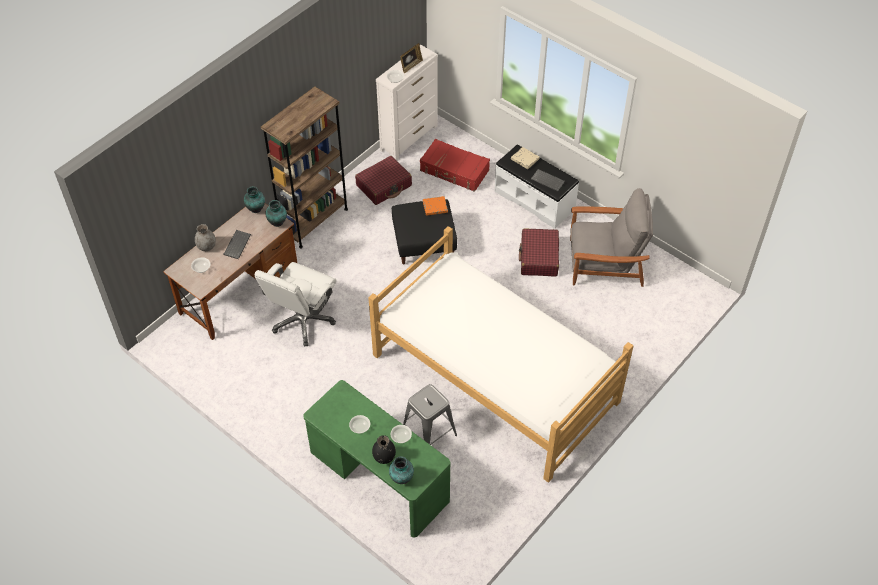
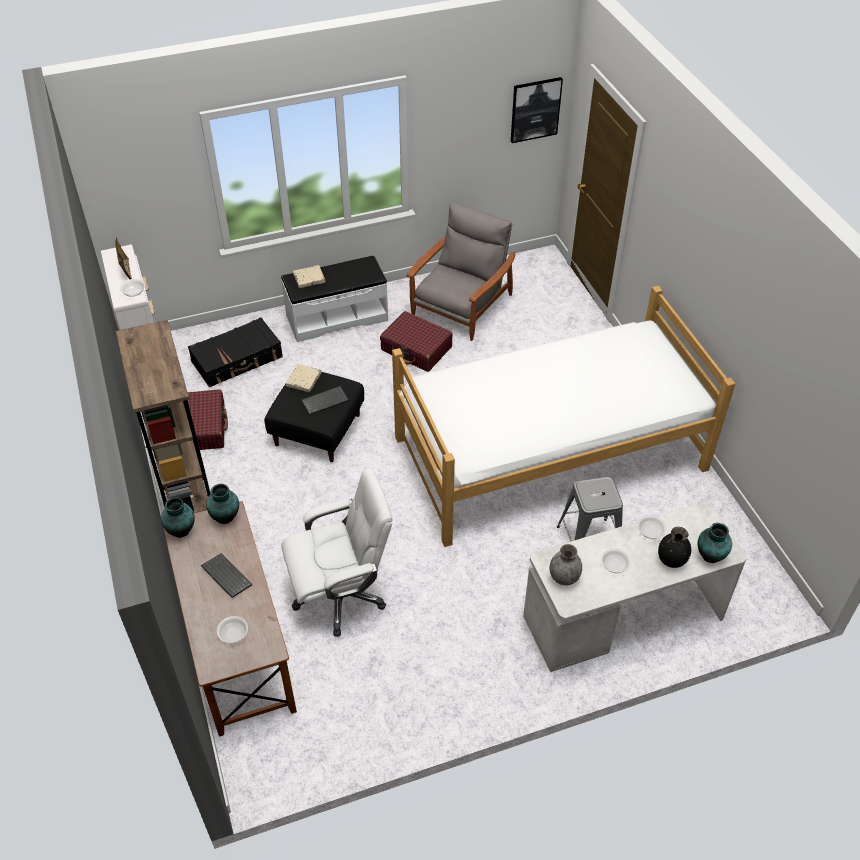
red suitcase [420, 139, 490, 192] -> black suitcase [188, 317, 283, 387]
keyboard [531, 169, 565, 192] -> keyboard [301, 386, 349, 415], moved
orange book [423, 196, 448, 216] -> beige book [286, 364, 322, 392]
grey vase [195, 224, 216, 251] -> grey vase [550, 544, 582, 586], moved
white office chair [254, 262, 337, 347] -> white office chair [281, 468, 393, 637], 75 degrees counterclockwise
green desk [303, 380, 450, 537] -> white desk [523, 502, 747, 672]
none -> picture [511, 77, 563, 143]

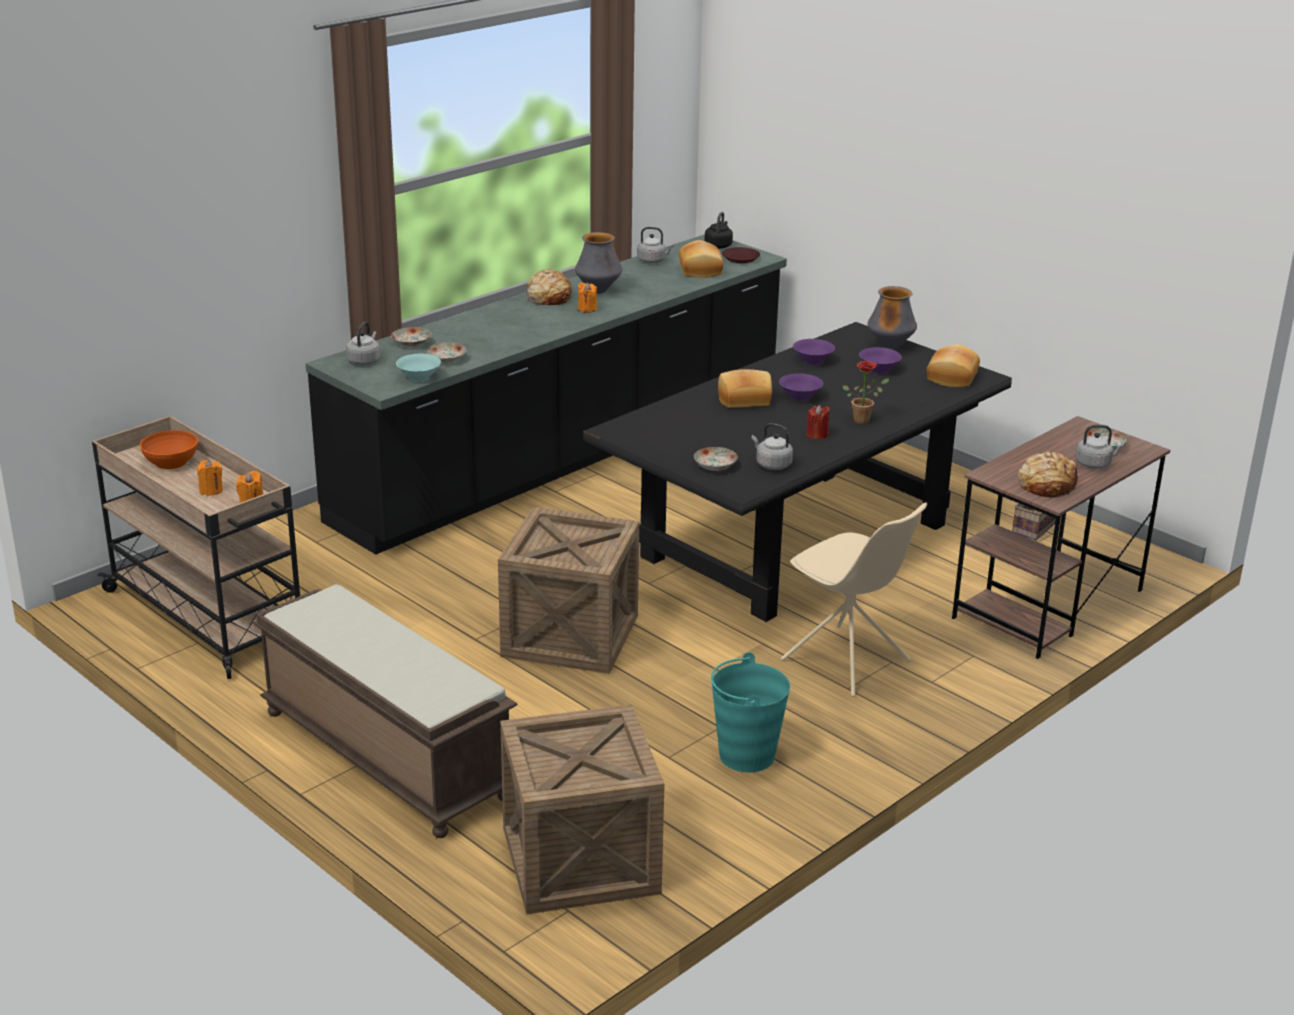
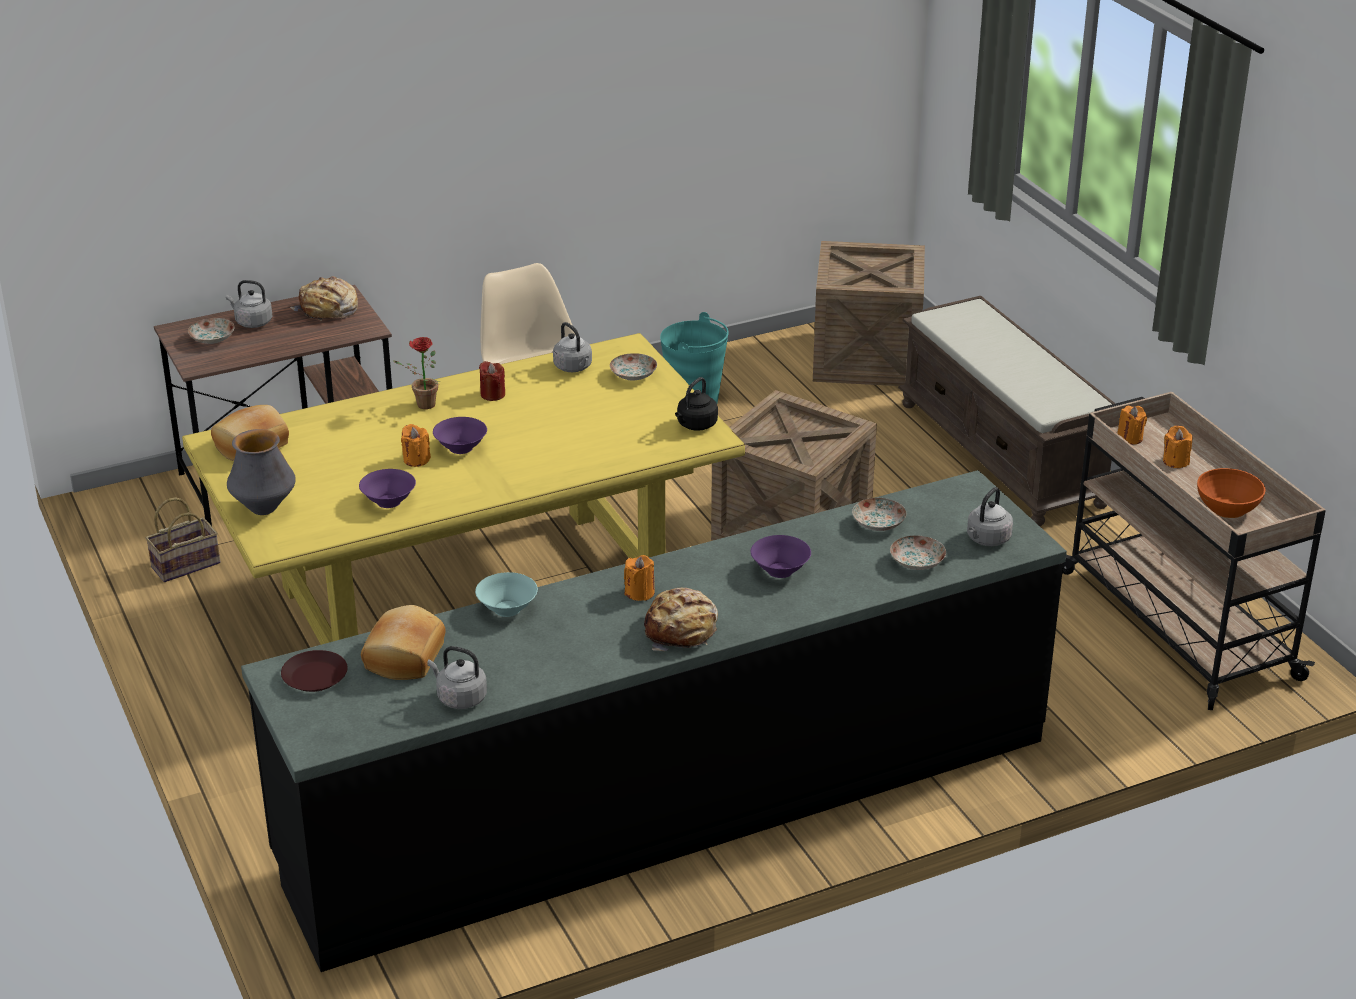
black kettle [705, 212, 733, 249] -> black kettle [675, 377, 718, 431], moved
vase [575, 232, 622, 294] -> none
black dining table [583, 322, 1012, 622] -> yellow dining table [182, 333, 745, 645]
purple bowl [859, 347, 902, 374] -> purple bowl [751, 535, 811, 578], moved
turquoise bowl [396, 354, 441, 382] -> turquoise bowl [475, 572, 538, 617], moved
bread [718, 369, 772, 408] -> none
none -> orange candle [401, 424, 431, 467]

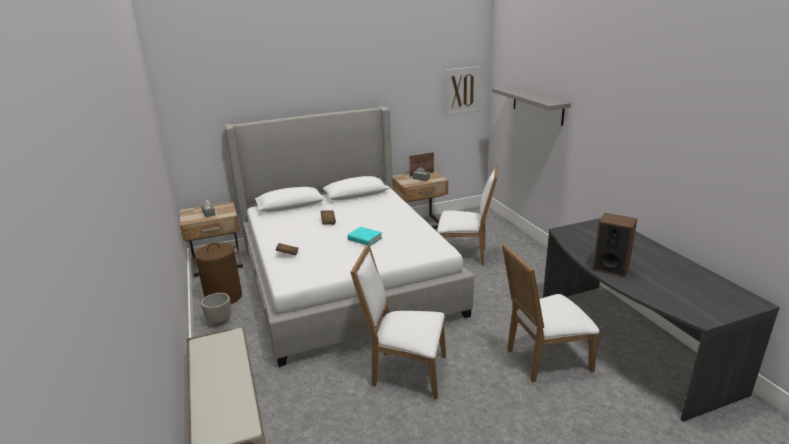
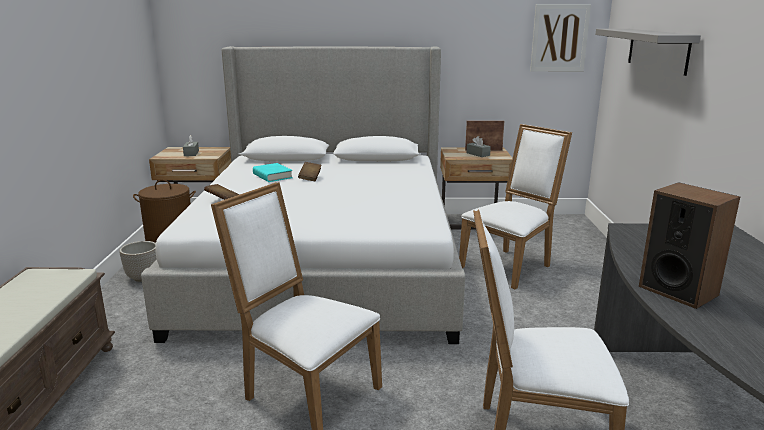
white chair [437, 165, 498, 265] -> white chair [459, 124, 572, 289], 75 degrees counterclockwise
turquoise book [347, 227, 382, 246] -> turquoise book [253, 163, 293, 182], moved

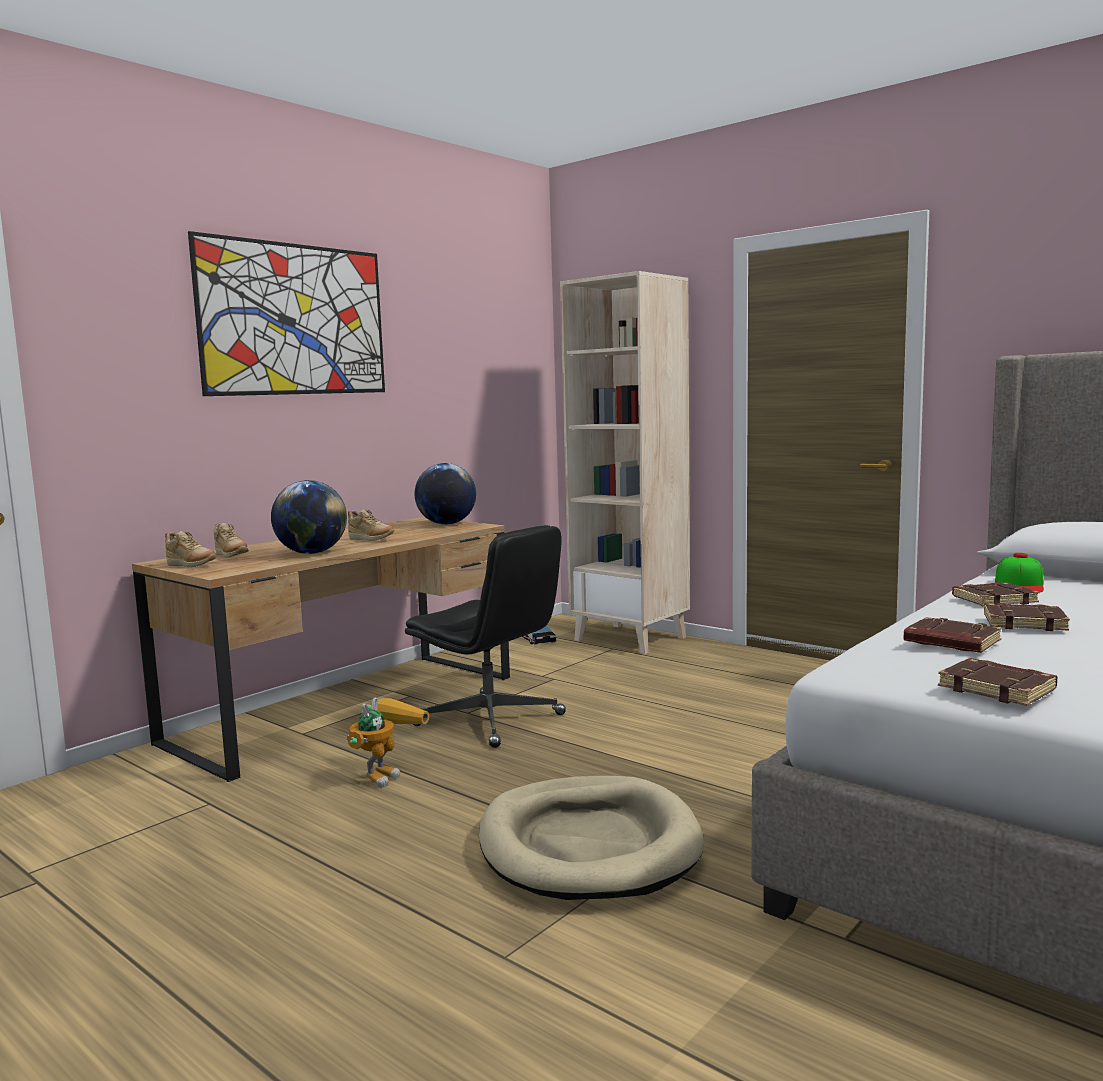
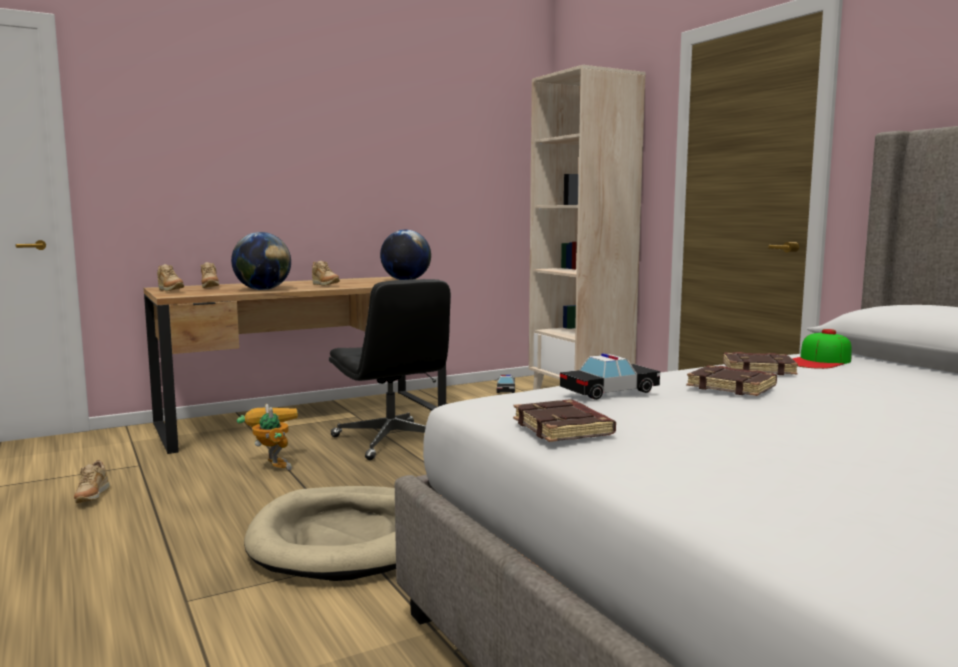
picture [188, 231, 385, 396] -> none
brown book [904, 617, 1002, 653] -> toy car [560, 353, 660, 400]
toy robot [347, 697, 429, 788] -> toy robot [237, 404, 298, 470], 75 degrees counterclockwise
none -> beige shoe [74, 460, 110, 503]

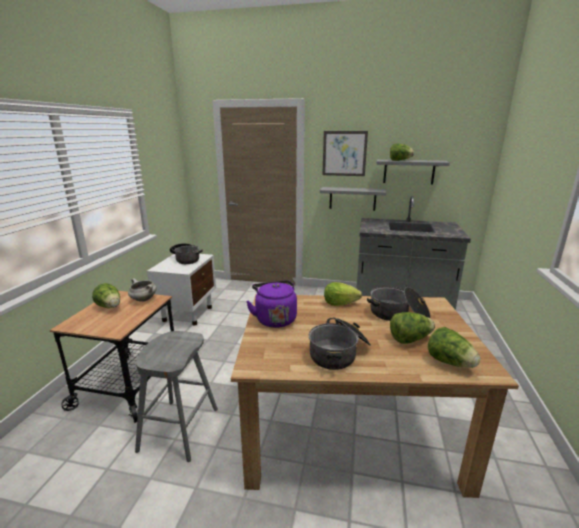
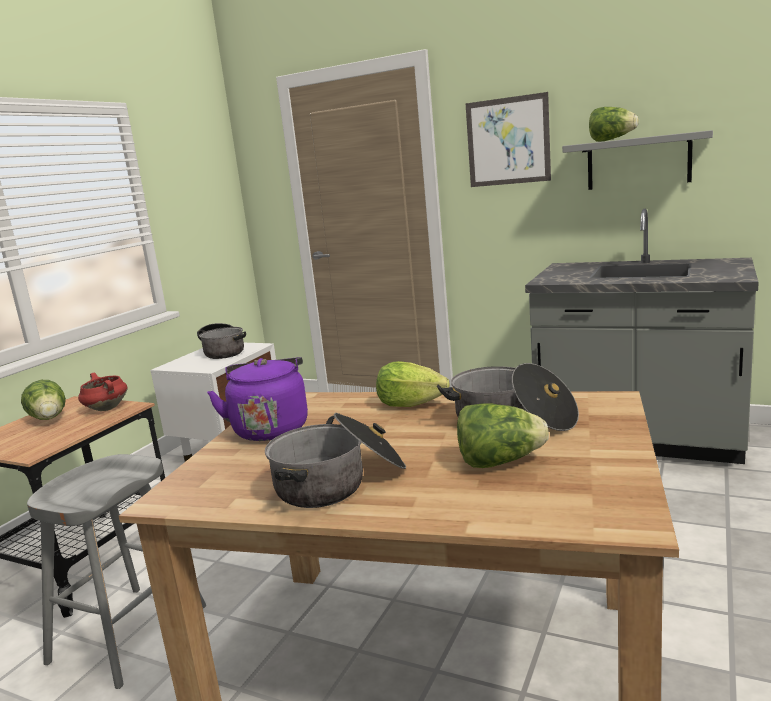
grey shelf [320, 187, 386, 211] -> none
white cooking pot [128, 278, 157, 302] -> red cooking pot [78, 372, 128, 411]
lettuce [428, 327, 480, 368] -> none

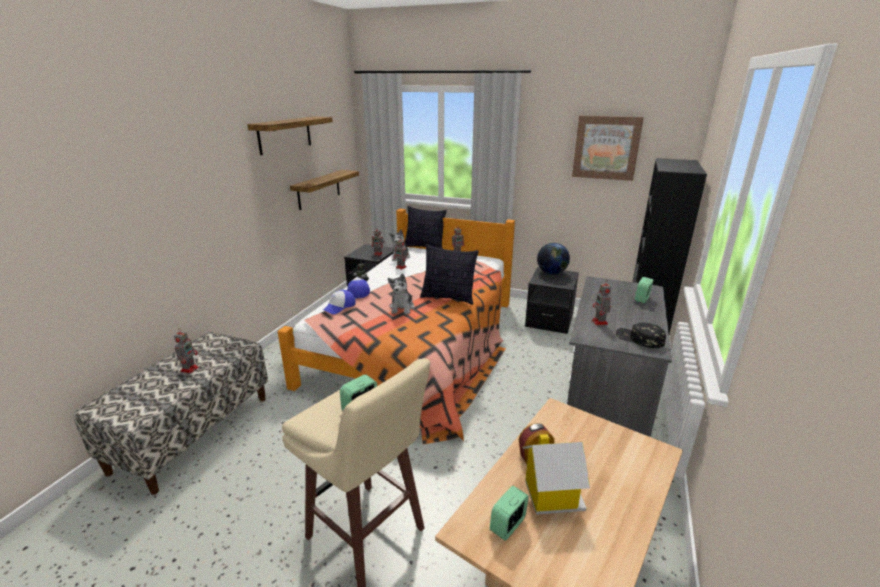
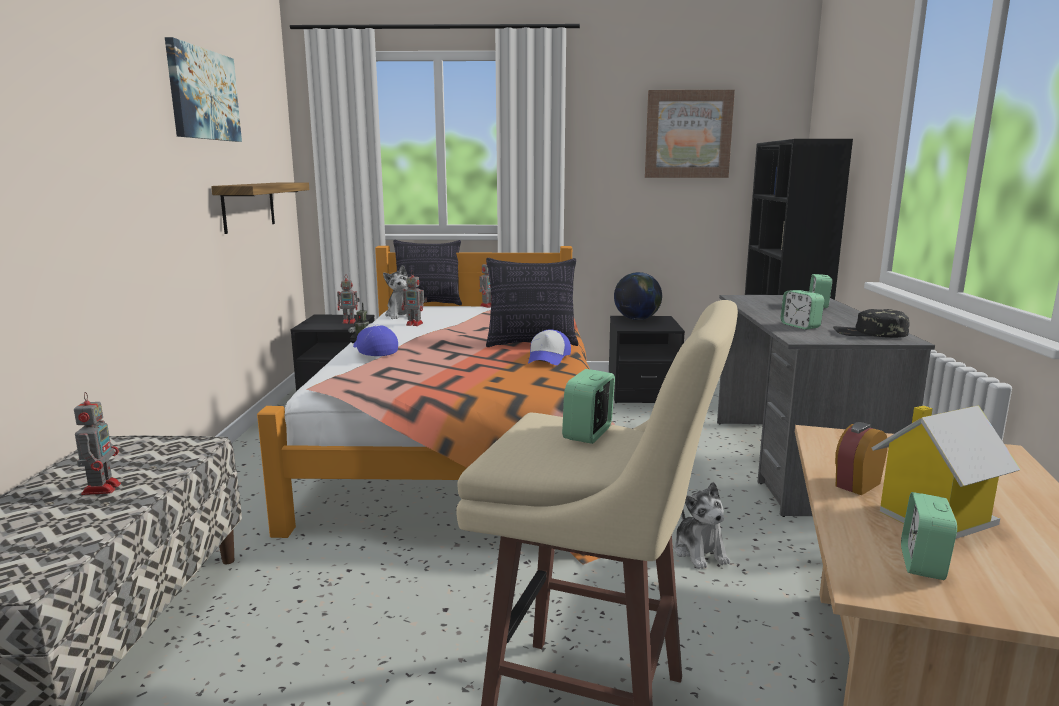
shelf [247, 116, 333, 155] -> picture [165, 37, 242, 142]
plush toy [388, 273, 415, 314] -> plush toy [674, 482, 730, 569], moved
toy robot [592, 283, 611, 325] -> alarm clock [781, 290, 824, 330]
cap [323, 290, 356, 314] -> cap [528, 329, 571, 365], moved

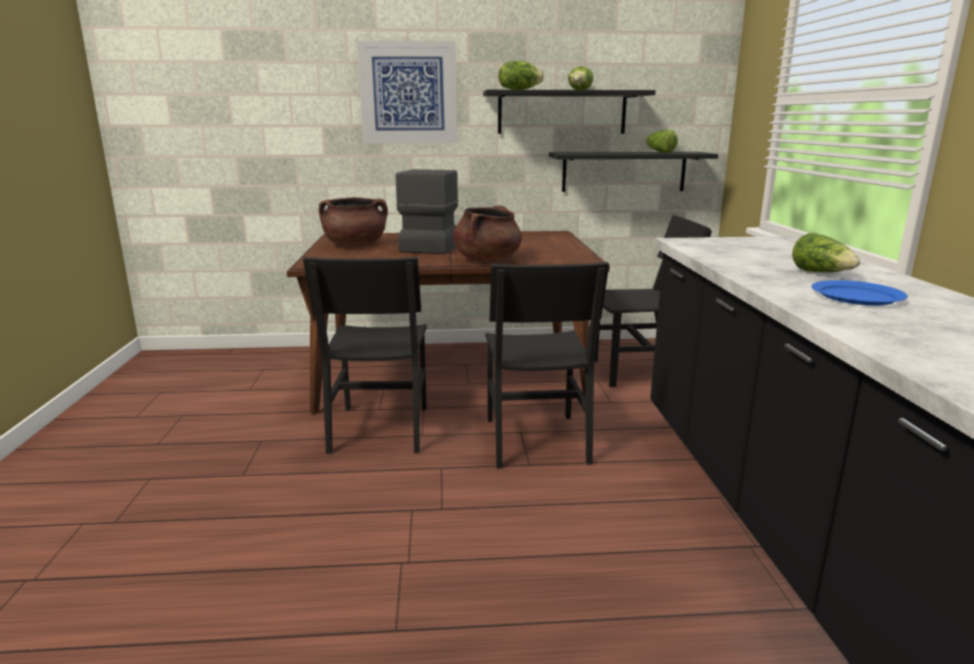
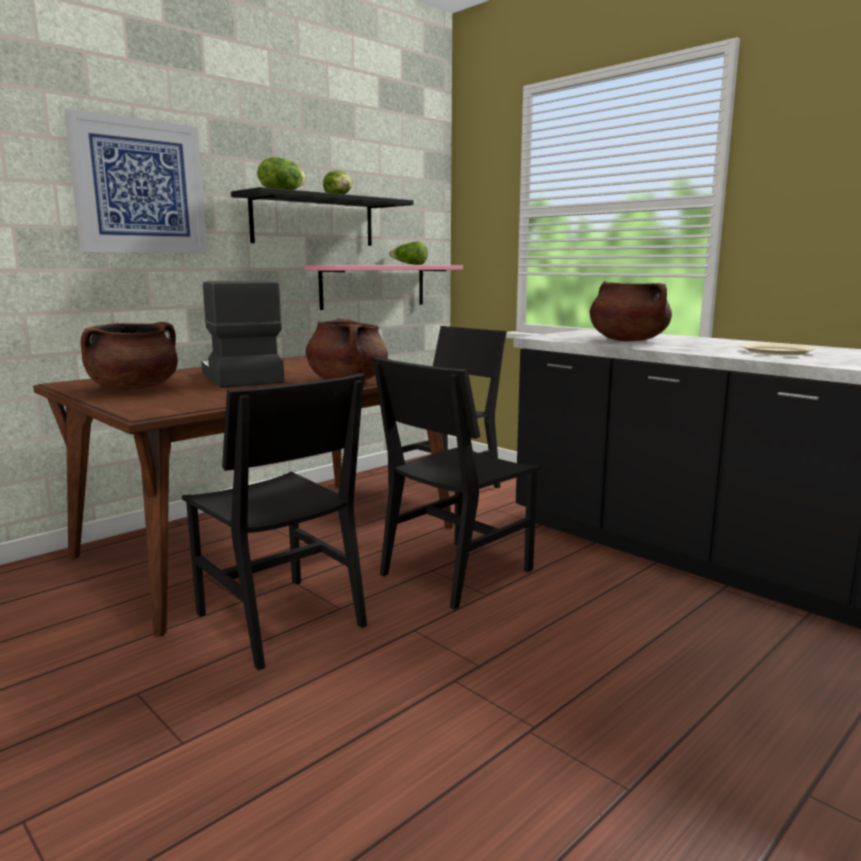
black shelf [549, 152, 718, 192] -> pink shelf [304, 265, 463, 310]
lettuce [792, 233, 860, 272] -> none
black chair [485, 262, 609, 469] -> black chair [374, 357, 542, 610], 90 degrees clockwise
blue plate [812, 280, 908, 305] -> beige plate [740, 343, 815, 355]
none -> brown cooking pot [590, 281, 672, 341]

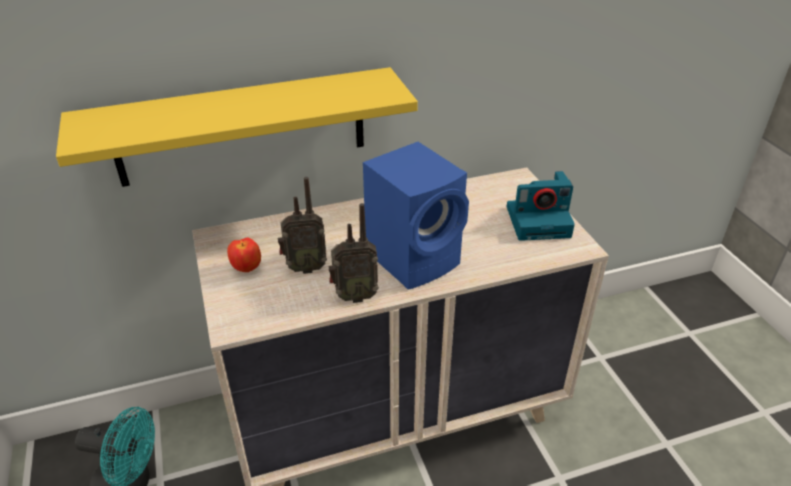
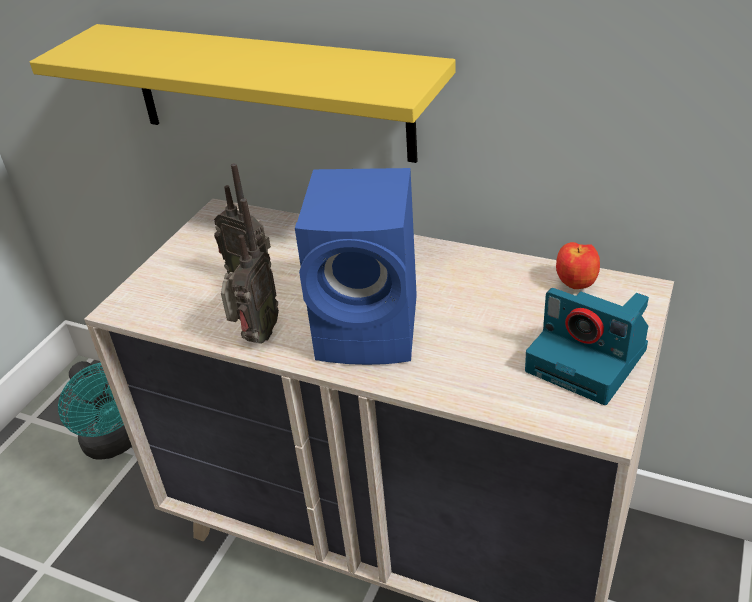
radio [328, 203, 379, 303] -> radio [221, 198, 279, 344], 105 degrees counterclockwise
apple [227, 237, 261, 272] -> apple [556, 242, 600, 289], moved

